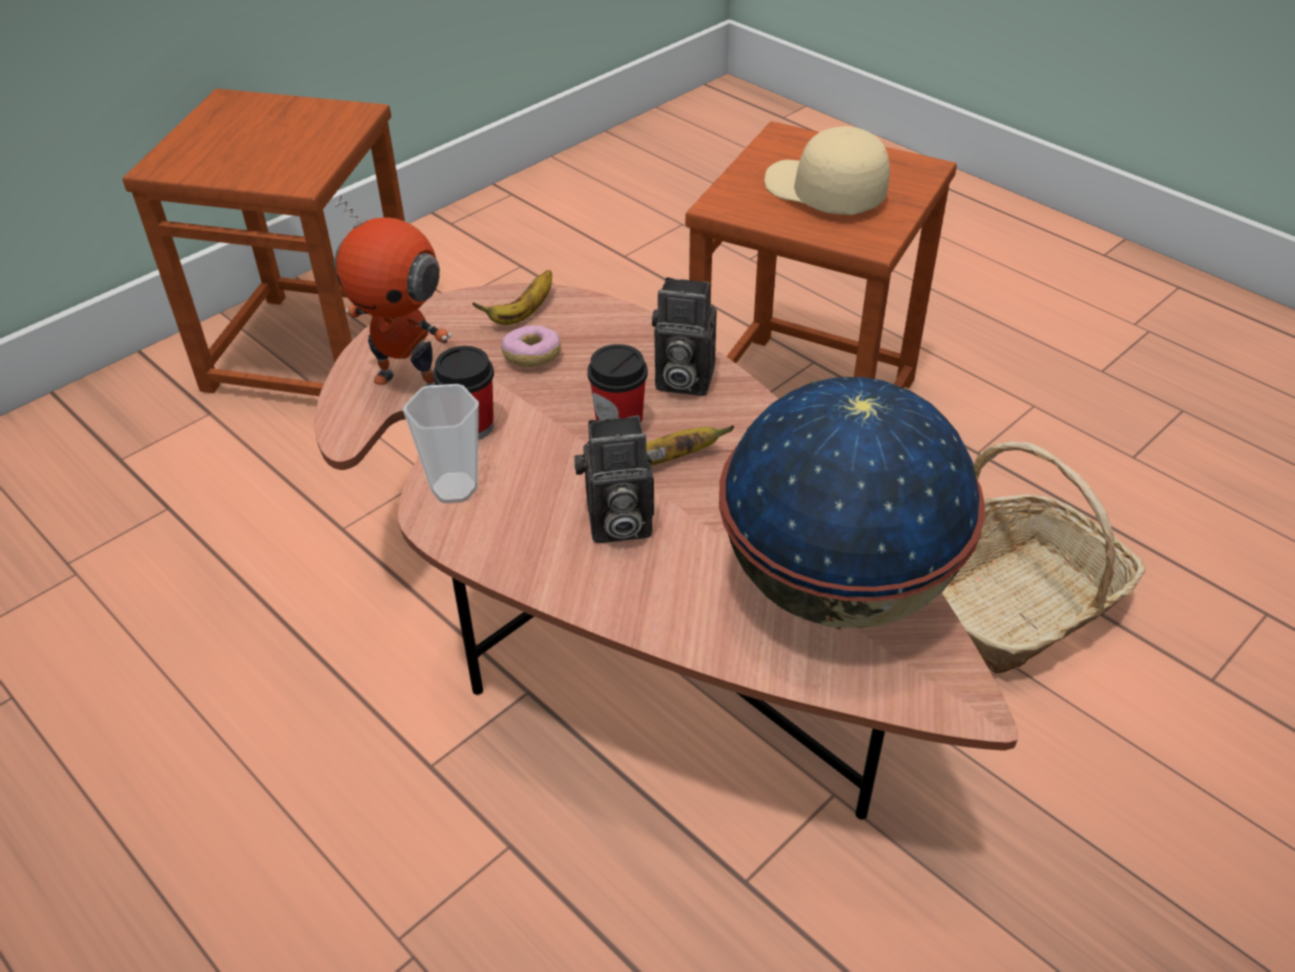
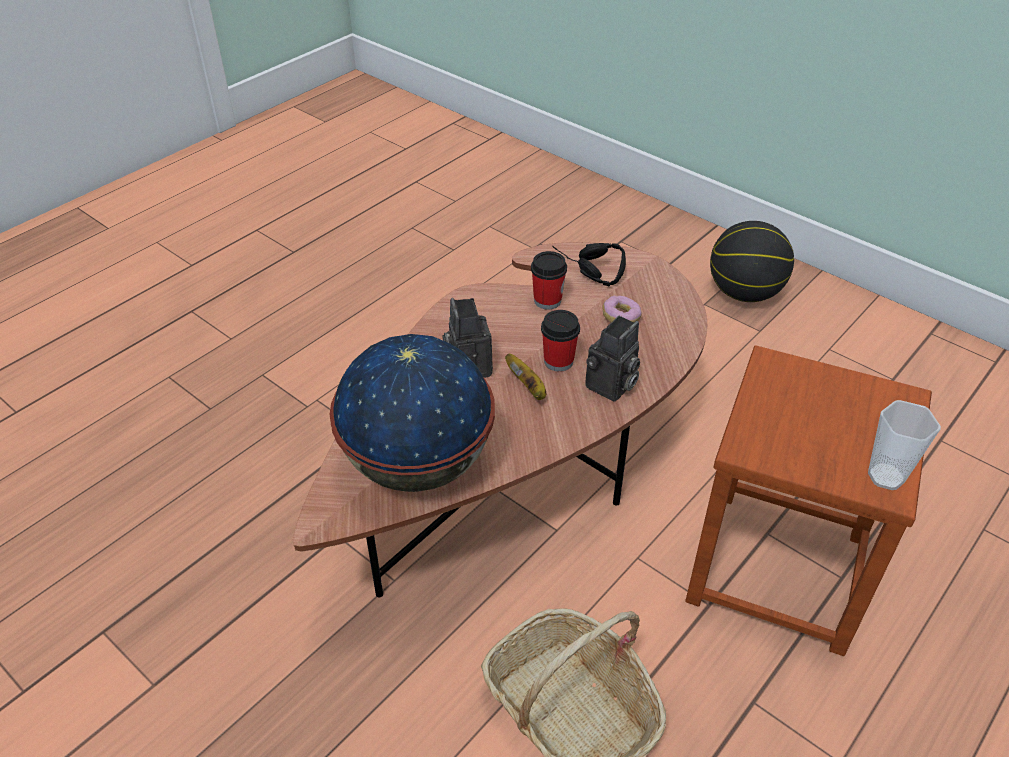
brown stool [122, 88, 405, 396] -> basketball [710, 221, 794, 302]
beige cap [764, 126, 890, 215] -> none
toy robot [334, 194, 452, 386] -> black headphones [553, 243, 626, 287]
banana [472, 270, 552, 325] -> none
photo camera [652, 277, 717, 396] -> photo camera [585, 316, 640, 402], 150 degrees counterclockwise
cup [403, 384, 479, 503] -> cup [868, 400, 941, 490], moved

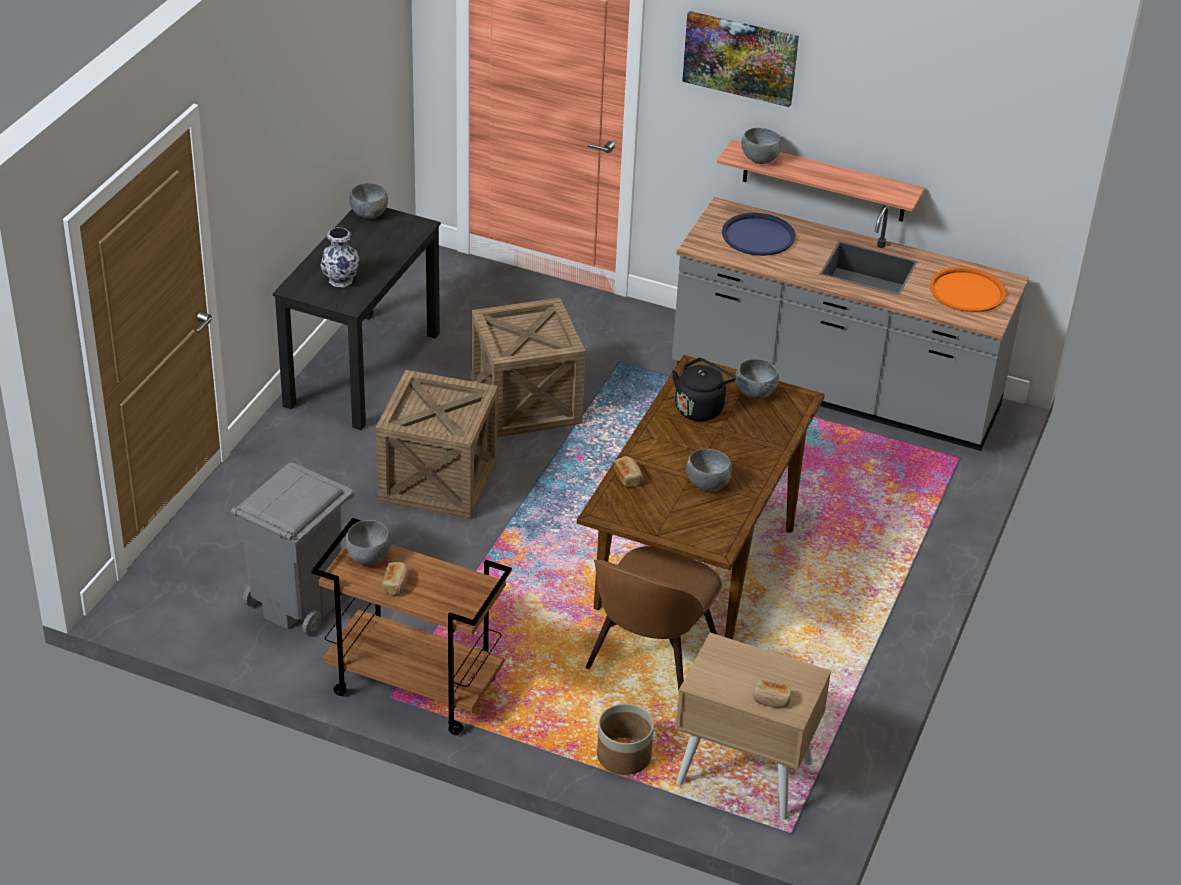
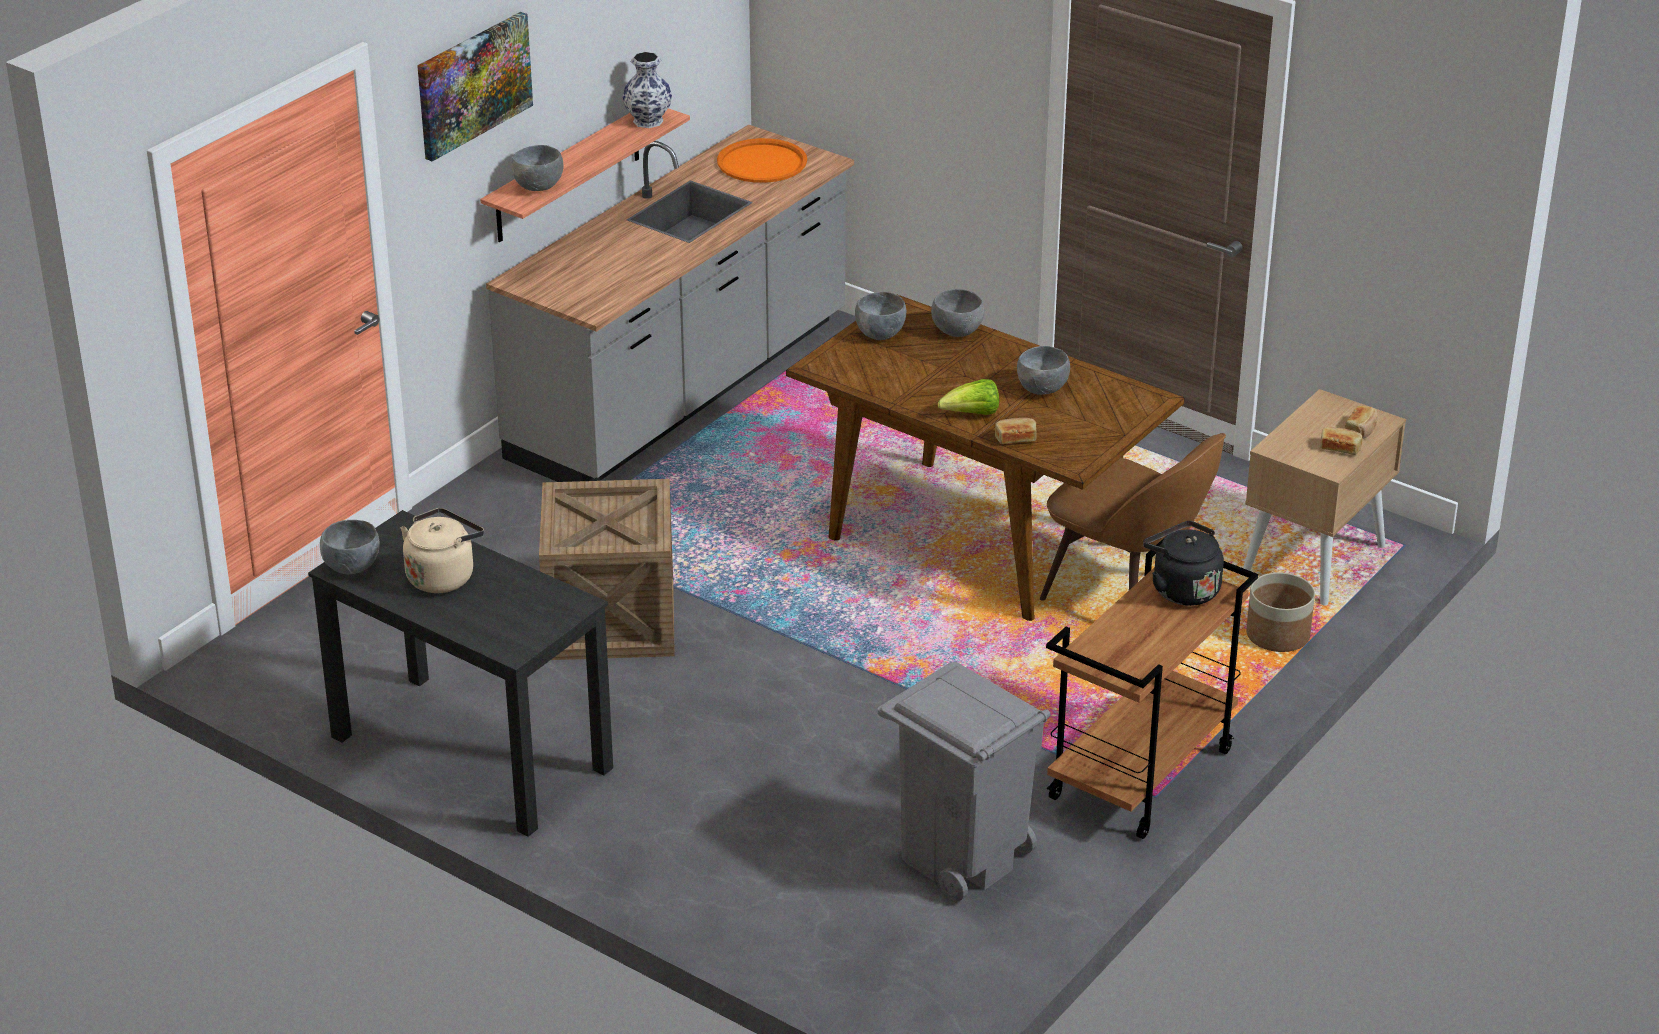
blue tray [722, 213, 796, 256] -> none
vase [321, 227, 360, 287] -> vase [623, 52, 672, 128], moved
black kettle [672, 358, 736, 421] -> black kettle [1143, 521, 1224, 606], moved
crate [376, 370, 498, 520] -> none
grey bowl [345, 520, 392, 565] -> grey bowl [931, 289, 984, 337], moved
bread [382, 562, 408, 596] -> bread [1320, 427, 1363, 455], moved
none -> lettuce [938, 379, 999, 415]
none -> beige kettle [401, 508, 484, 593]

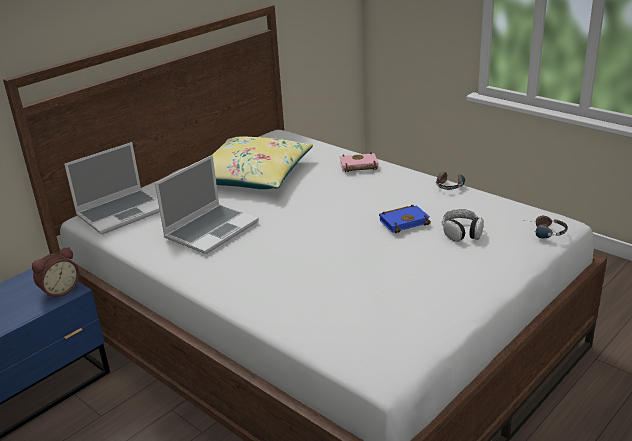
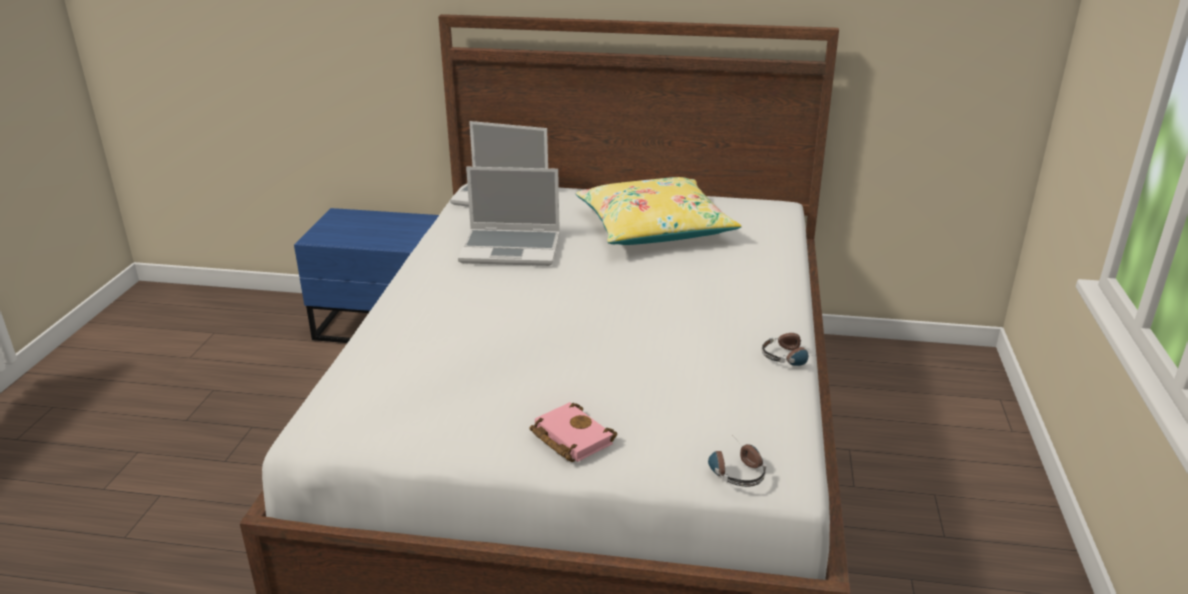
pink book [340, 152, 379, 172] -> pink book [529, 402, 617, 462], moved
blue book [379, 204, 431, 233] -> none
headphones [442, 209, 484, 242] -> none
alarm clock [32, 247, 79, 299] -> none

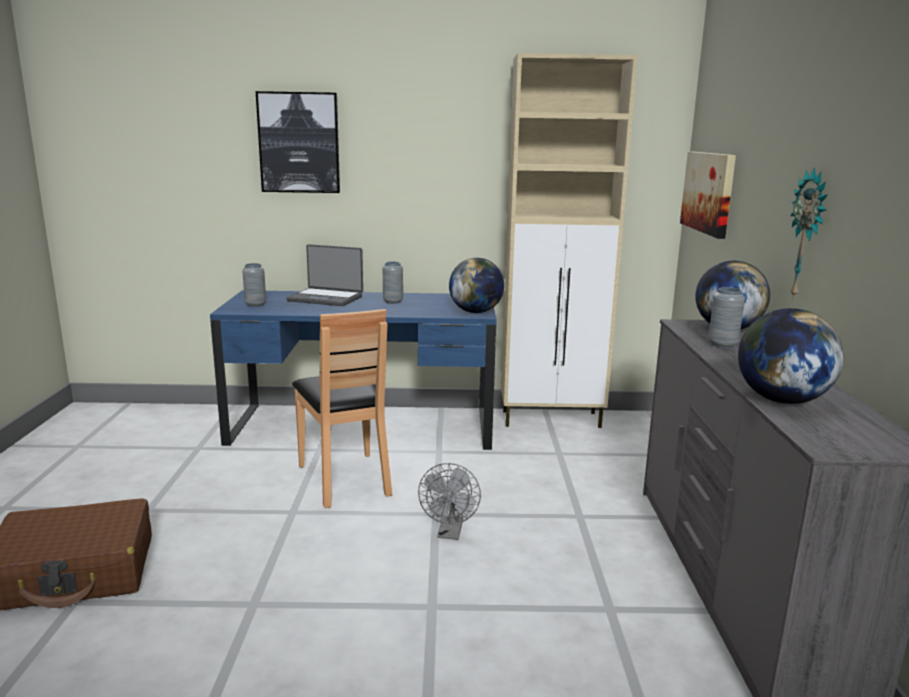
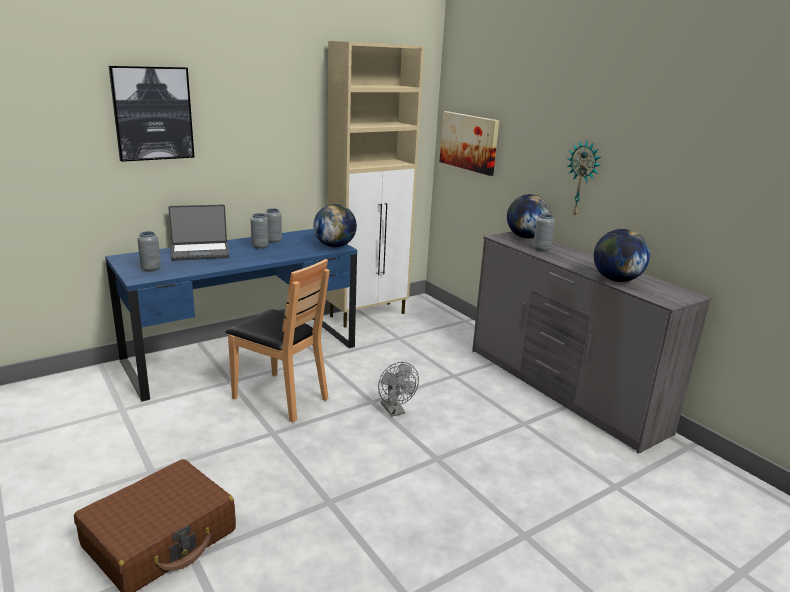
none -> grey vase [265, 208, 282, 243]

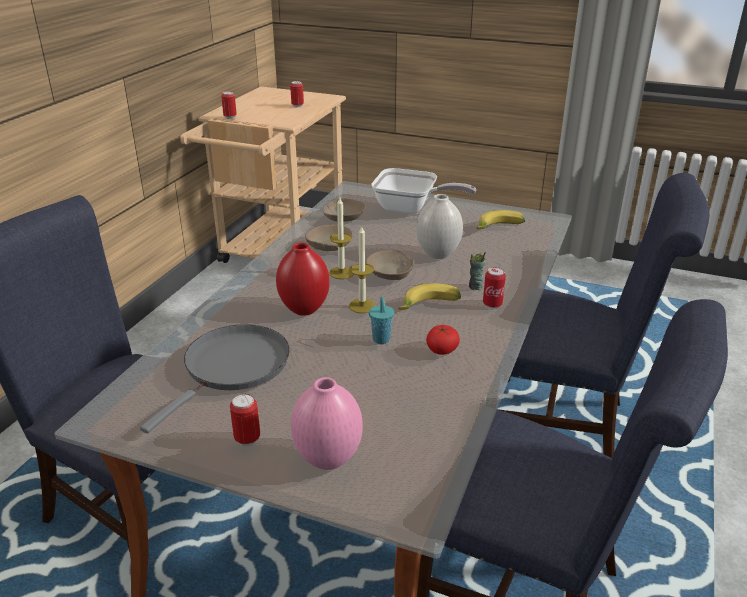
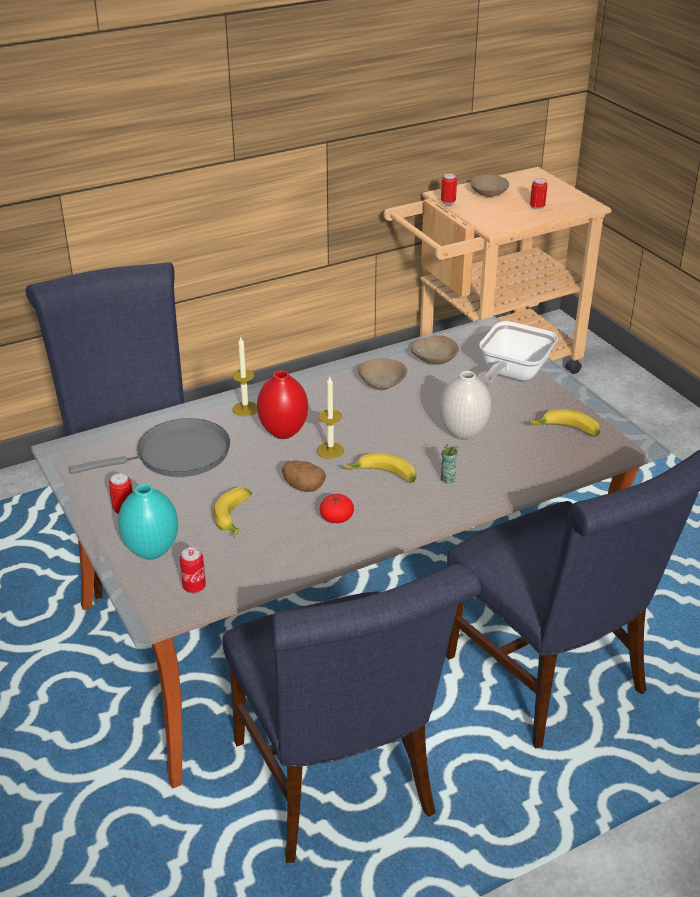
frying pan [371, 168, 476, 214] -> frying pan [479, 321, 558, 386], 60 degrees clockwise
candle [329, 198, 354, 279] -> candle [232, 337, 257, 416], moved
beige bowl [366, 250, 414, 280] -> beige bowl [470, 174, 509, 197], moved
can [483, 267, 506, 308] -> can [180, 547, 206, 593], moved
turquoise cup [369, 297, 394, 344] -> potato [282, 461, 326, 492]
pink vase [291, 377, 363, 470] -> turquoise vase [118, 484, 178, 559]
none -> banana [213, 487, 252, 538]

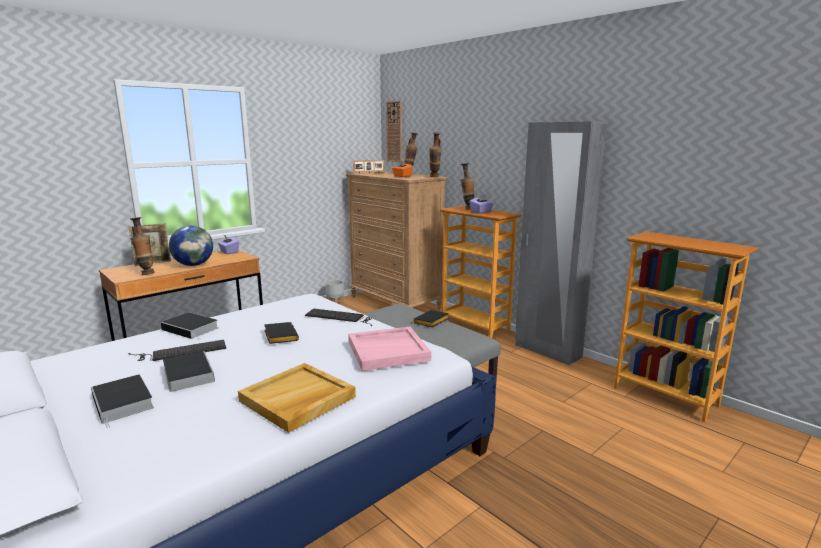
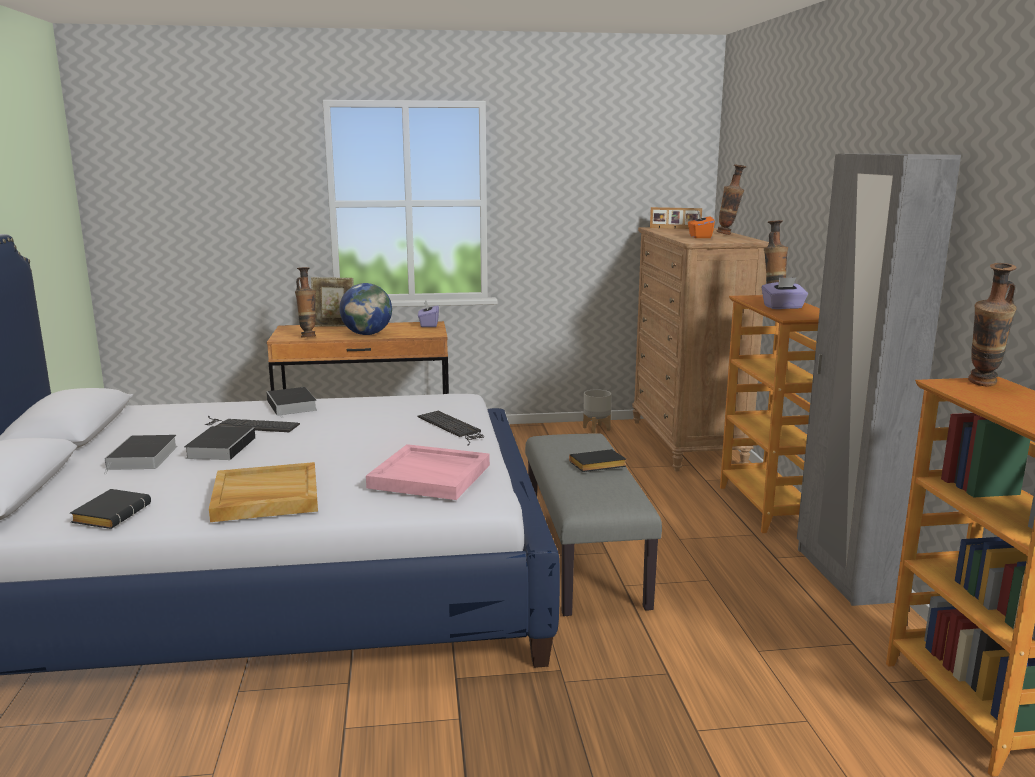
wall clock [386, 101, 402, 162] -> none
vase [429, 132, 442, 177] -> vase [968, 263, 1017, 386], moved
black book [264, 322, 299, 344] -> black book [70, 489, 151, 529], moved

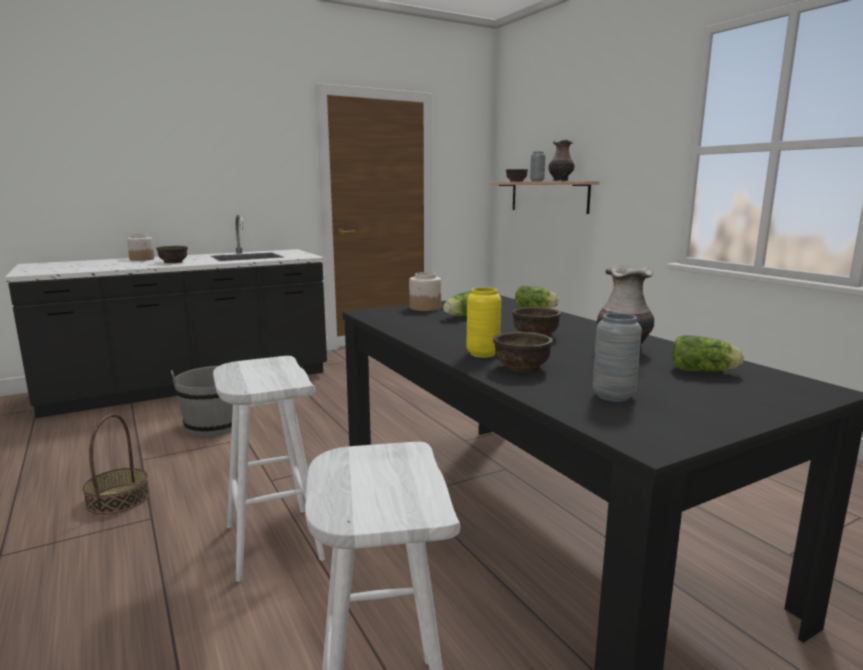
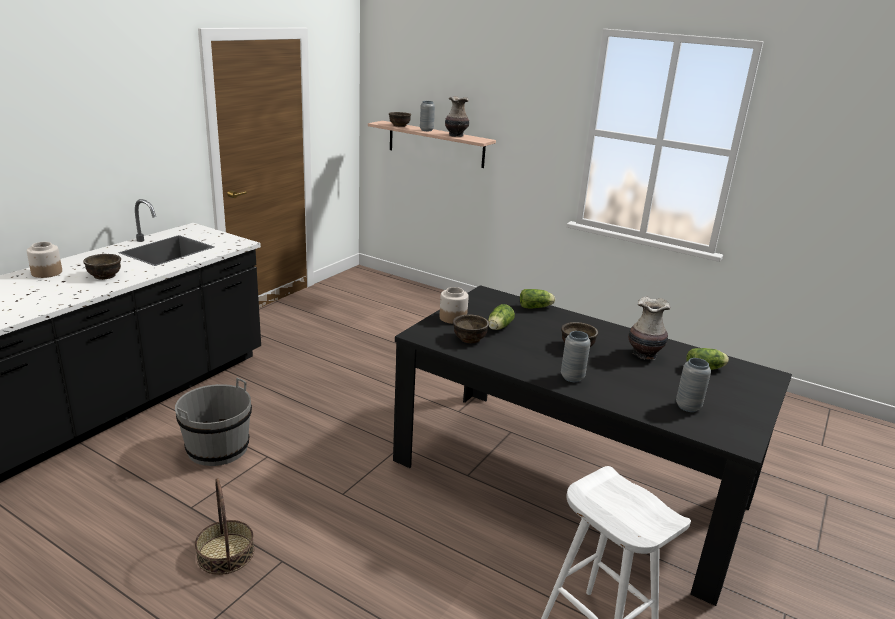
yellow vase [466, 287, 501, 358] -> grey vase [561, 331, 591, 382]
brown bowl [493, 332, 553, 373] -> brown bowl [453, 314, 489, 343], moved
white stool [213, 356, 325, 582] -> none

